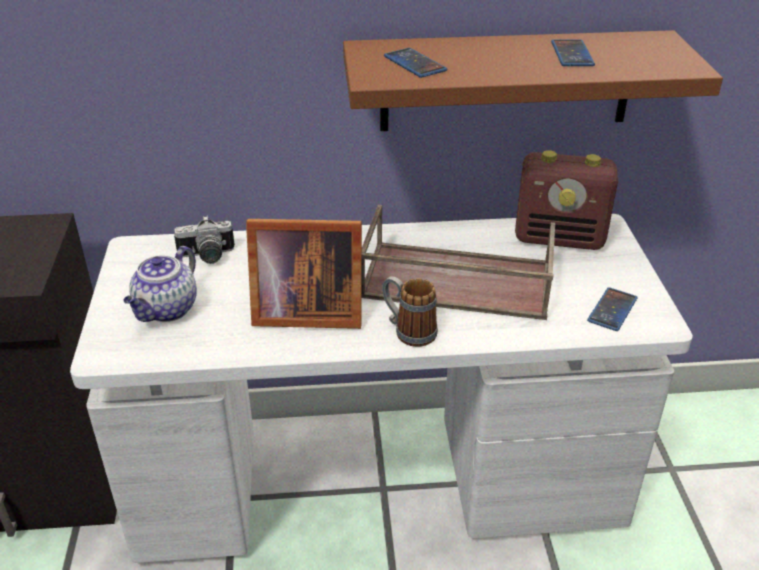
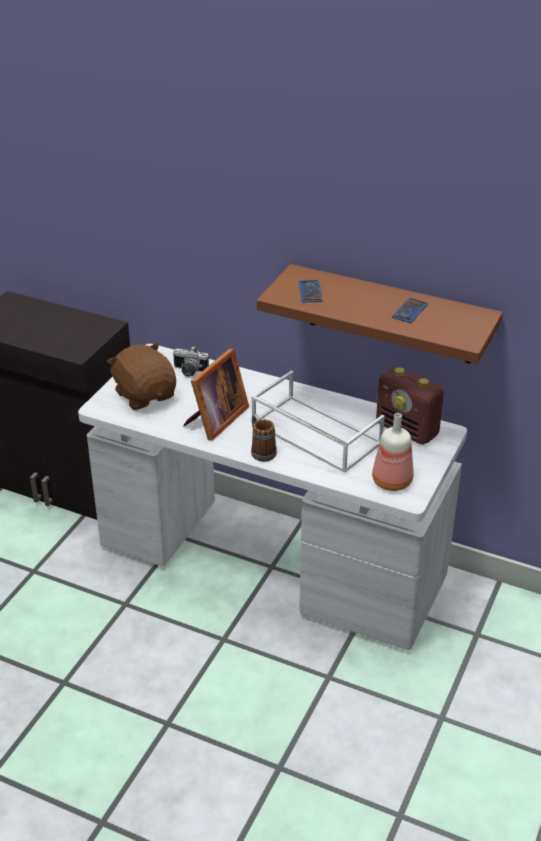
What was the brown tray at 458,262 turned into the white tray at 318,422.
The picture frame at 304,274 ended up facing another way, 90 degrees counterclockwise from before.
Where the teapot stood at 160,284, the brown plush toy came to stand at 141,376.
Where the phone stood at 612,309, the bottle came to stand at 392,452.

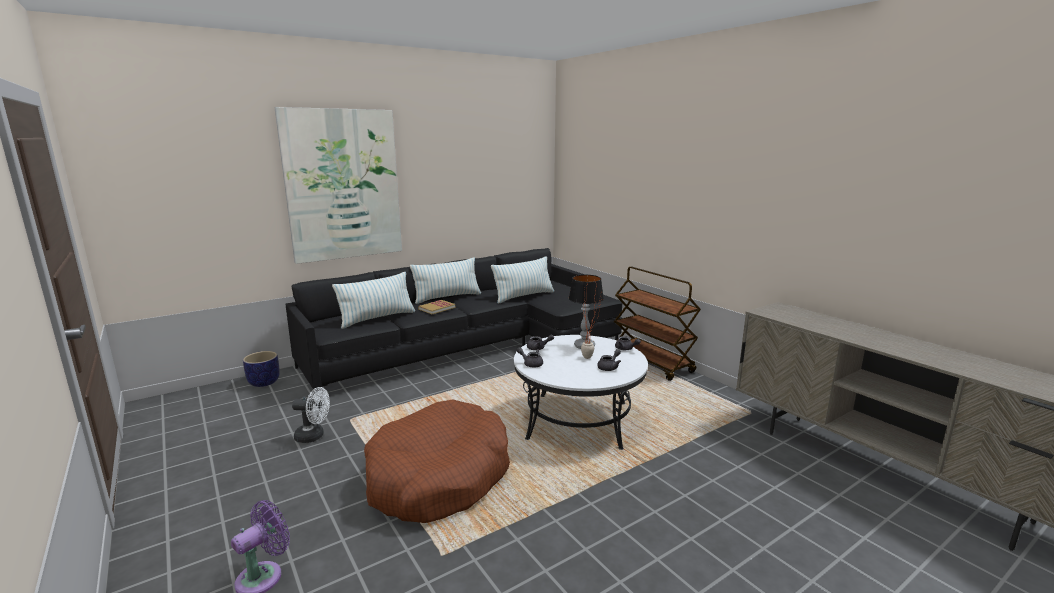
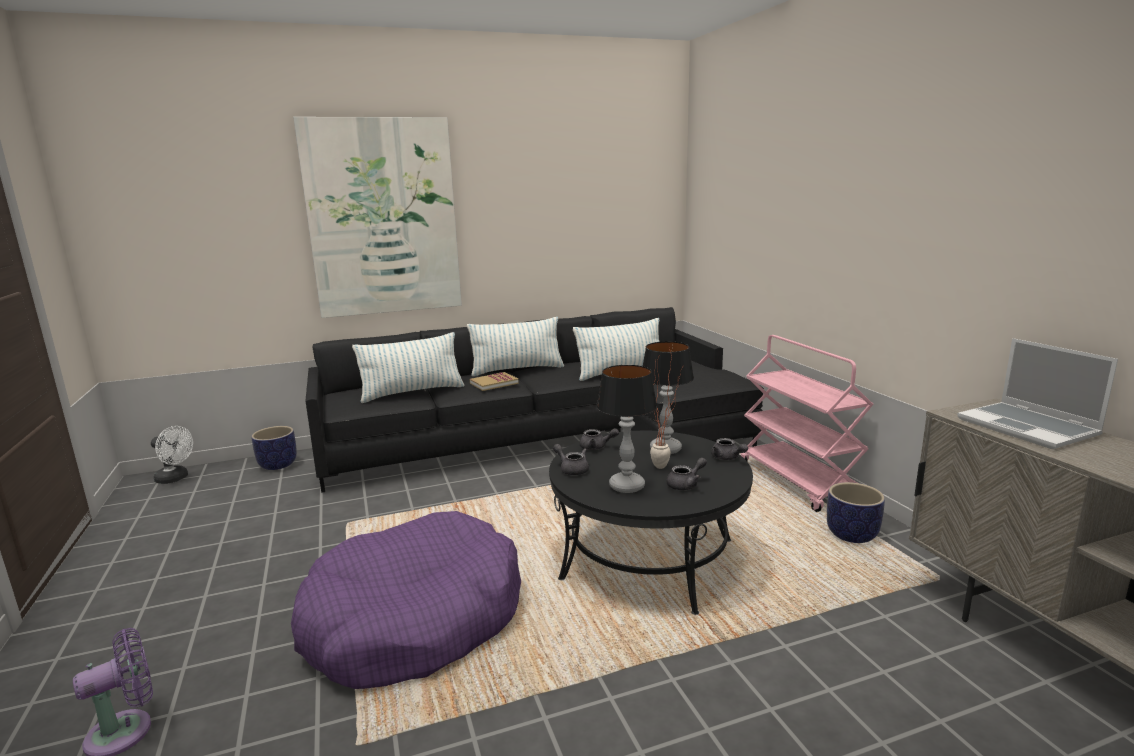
What was the brown cart at 657,324 turned into the pink cart at 807,423.
What was the white coffee table at 581,392 turned into the black coffee table at 651,523.
The white fan ended up elsewhere, having gone from 311,415 to 172,455.
What was the brown dog bed at 437,461 turned into the purple dog bed at 406,600.
The second view gained the laptop at 1037,393.
The second view gained the table lamp at 627,429.
The second view gained the planter at 856,512.

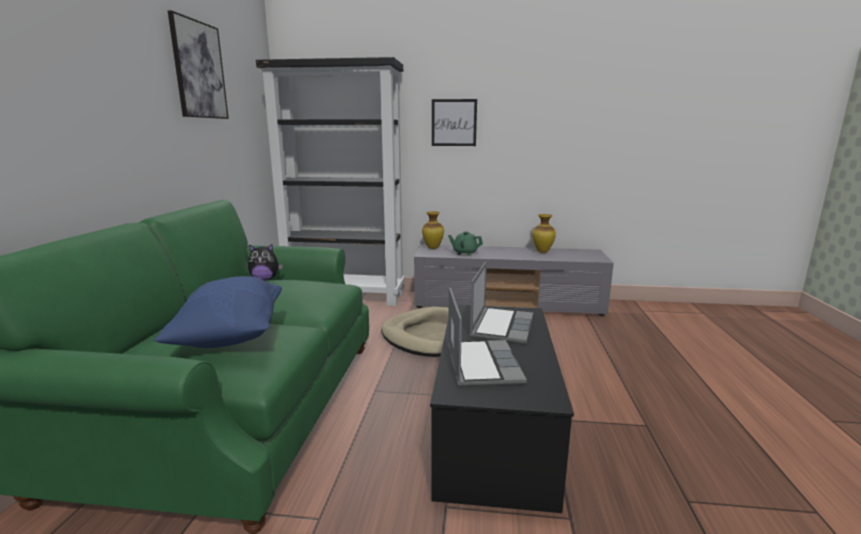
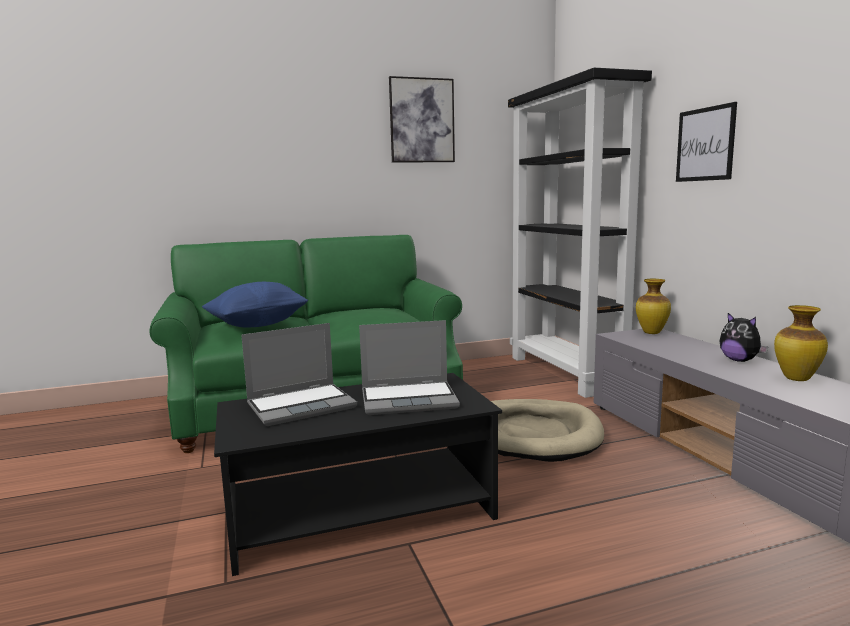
The second view lost the green teapot at 465,243.
The plush toy ended up elsewhere, having gone from 265,262 to 743,337.

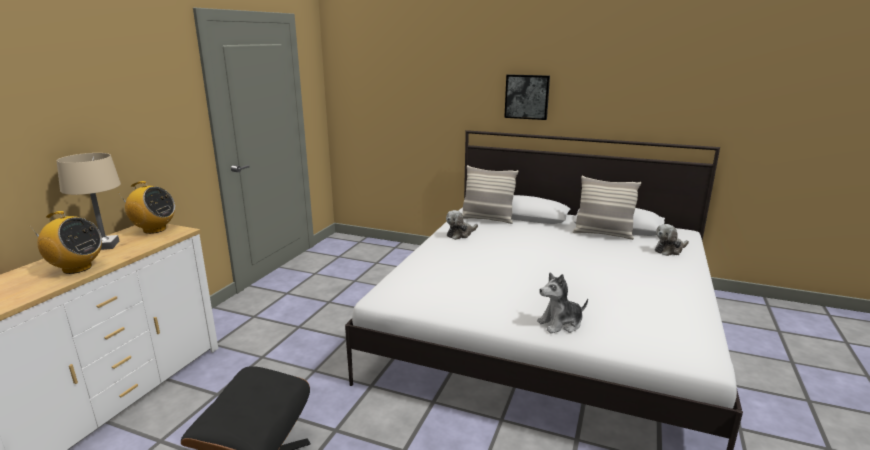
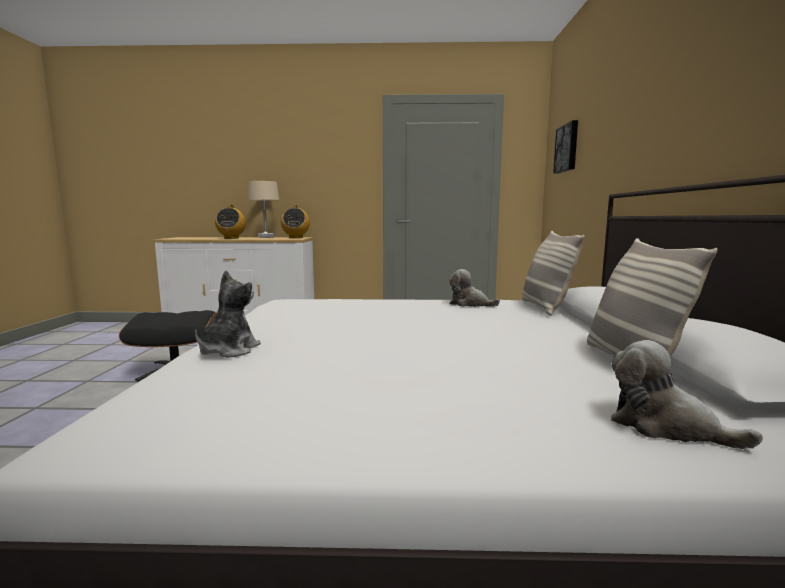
The picture ended up elsewhere, having gone from 527,97 to 565,147.
The plush toy at 562,303 ended up facing another way, 60 degrees clockwise from before.

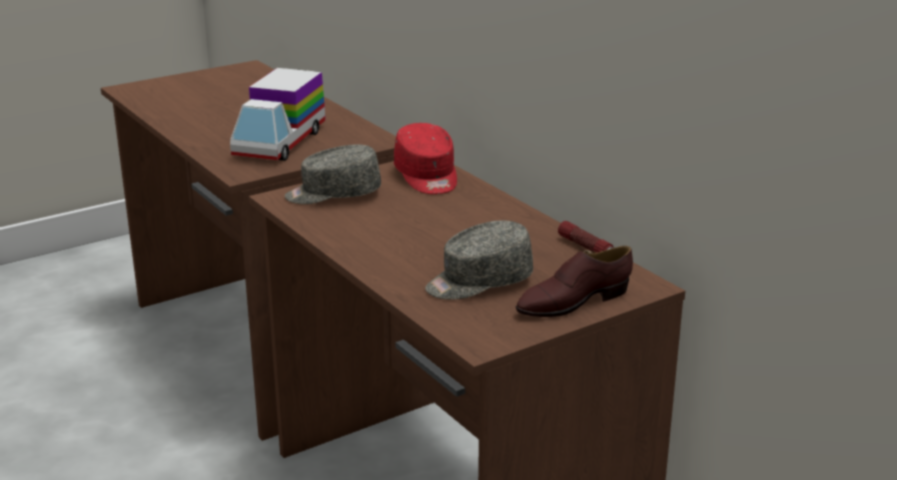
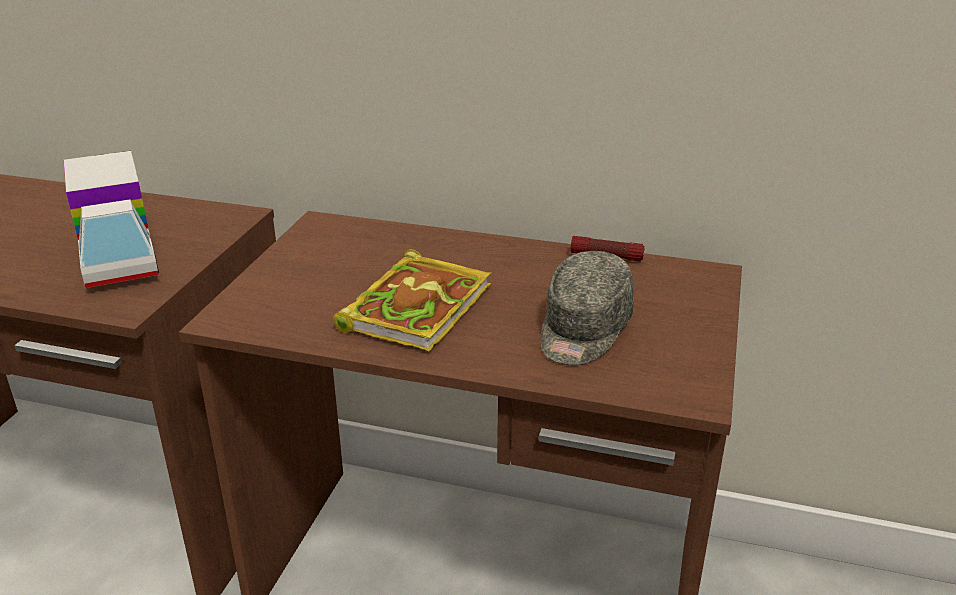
The second view lost the red cap at 425,158.
The second view lost the grey cap at 333,174.
The second view lost the brown shoe at 574,281.
The second view gained the book at 412,300.

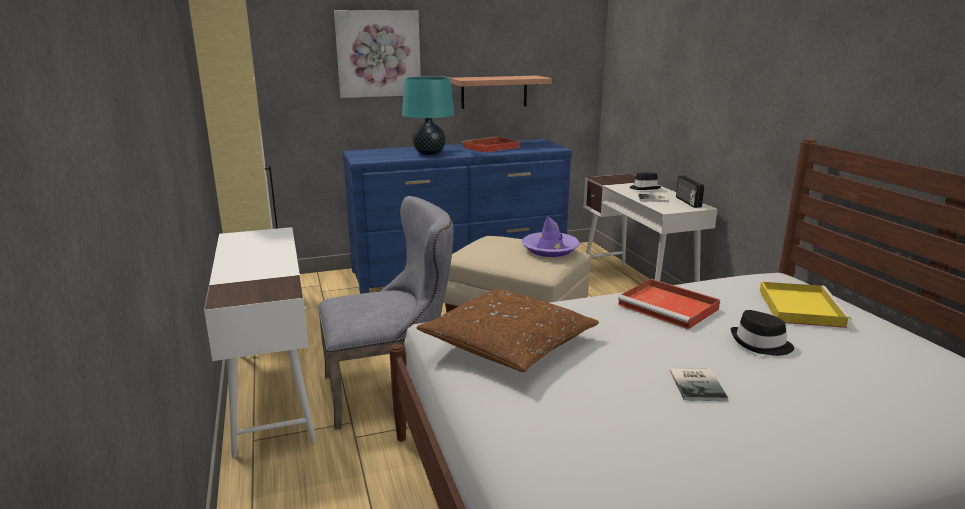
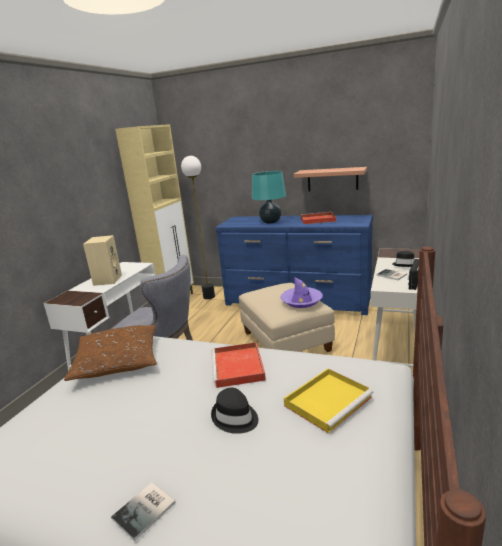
The second view lost the picture at 377,54.
The book ended up elsewhere, having gone from 699,384 to 143,512.
The second view gained the floor lamp at 198,227.
The second view gained the beige speaker at 102,260.

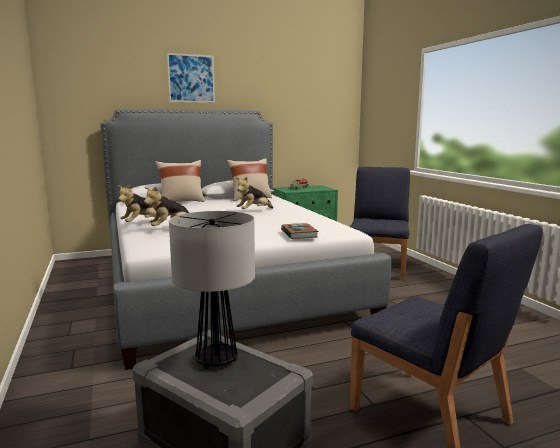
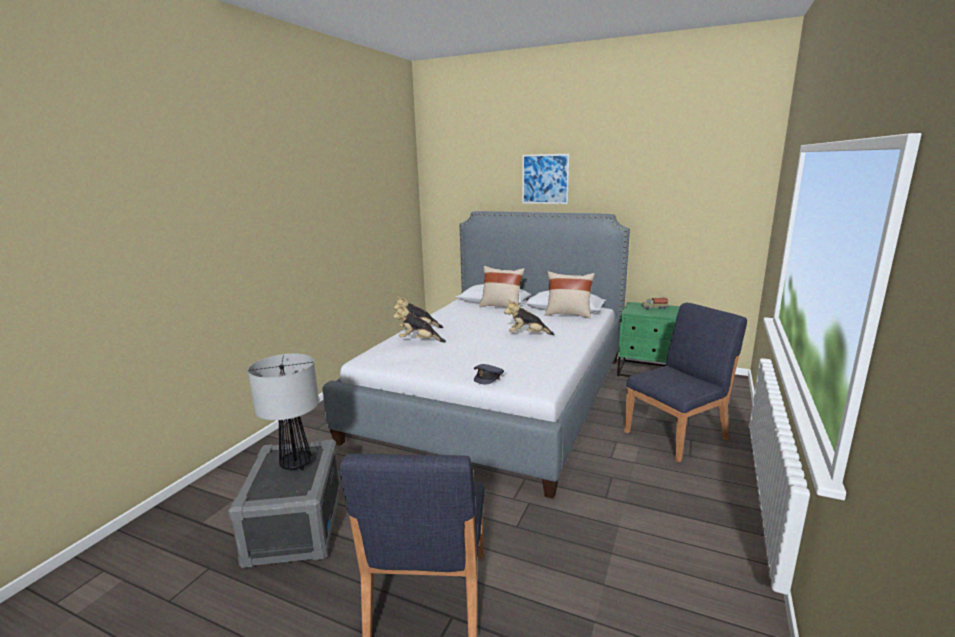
Where the book stood at 300,231, the grey cap came to stand at 489,374.

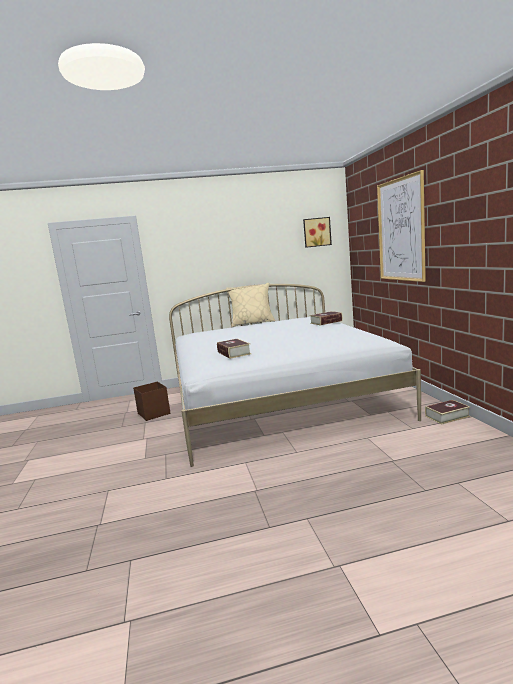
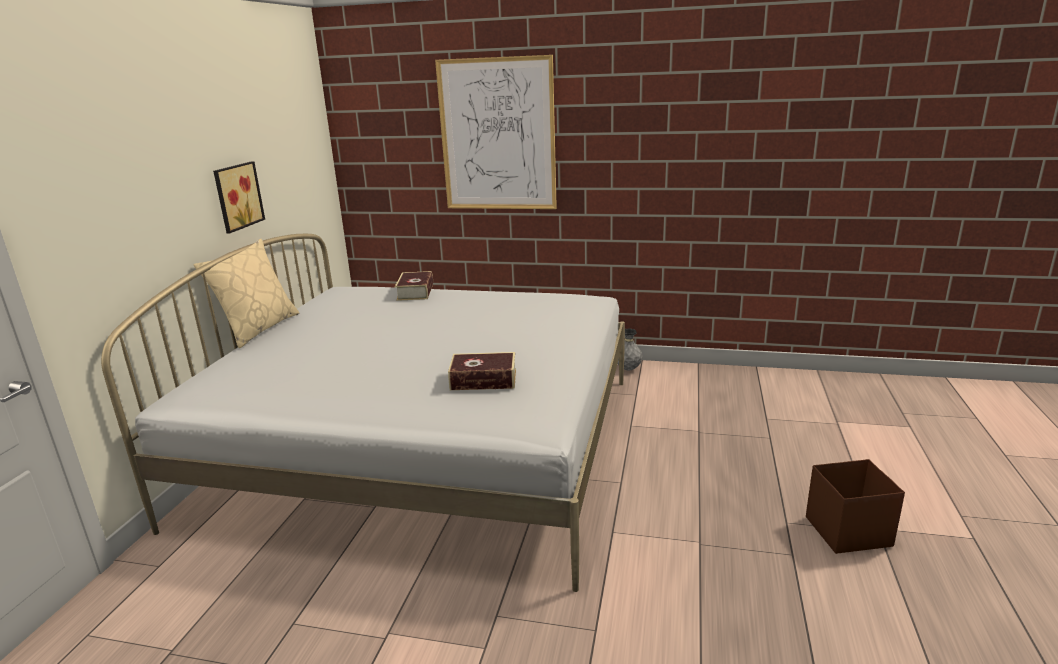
The picture ended up elsewhere, having gone from 317,232 to 239,197.
The brown storage box ended up elsewhere, having gone from 151,401 to 855,506.
Where the book stood at 447,412, the grey vase came to stand at 630,349.

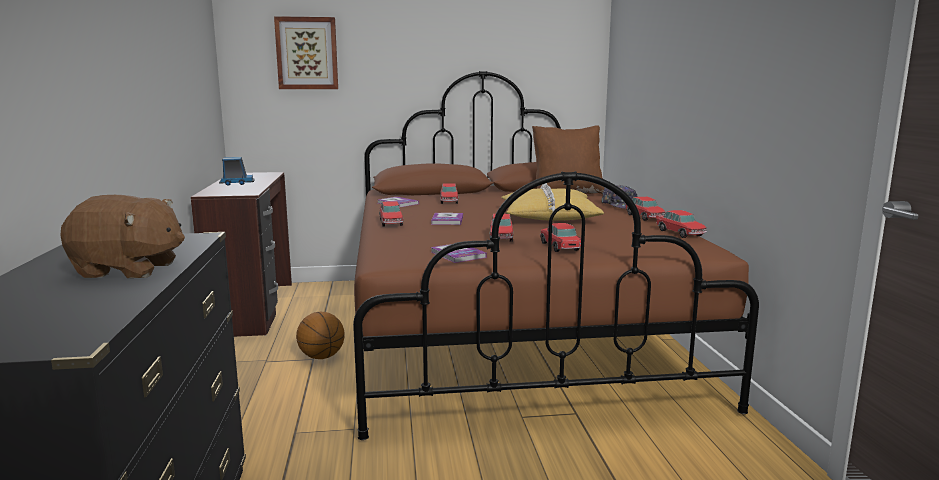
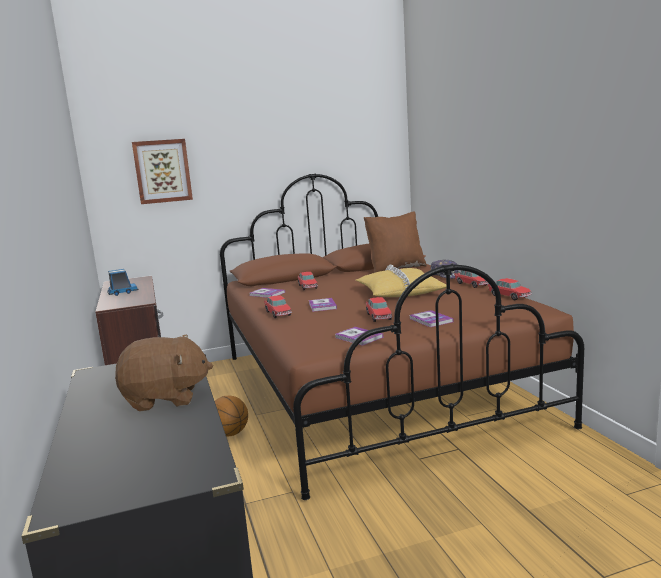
Where the toy car stood at 560,237, the book came to stand at 432,318.

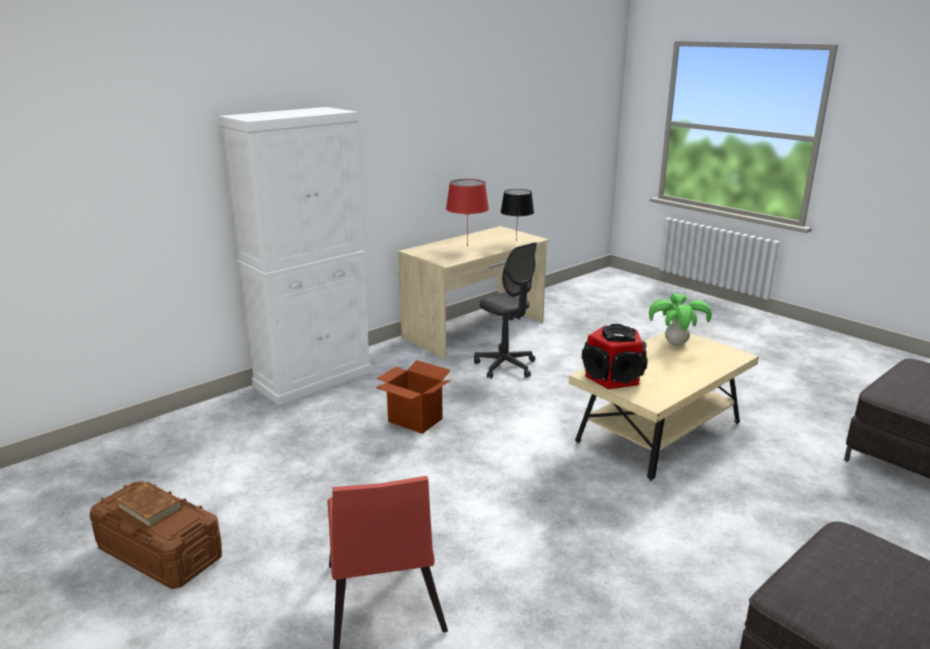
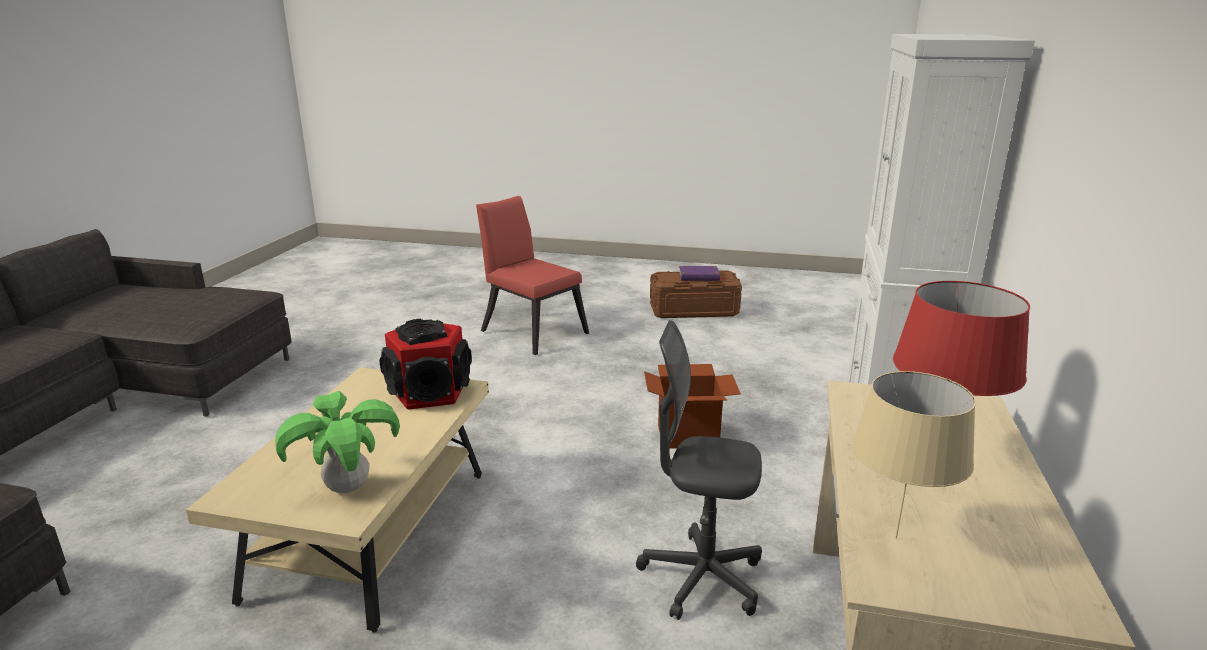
What was the black table lamp at 517,215 turned into the beige table lamp at 914,455.
What was the brown book at 149,505 turned into the purple book at 701,273.

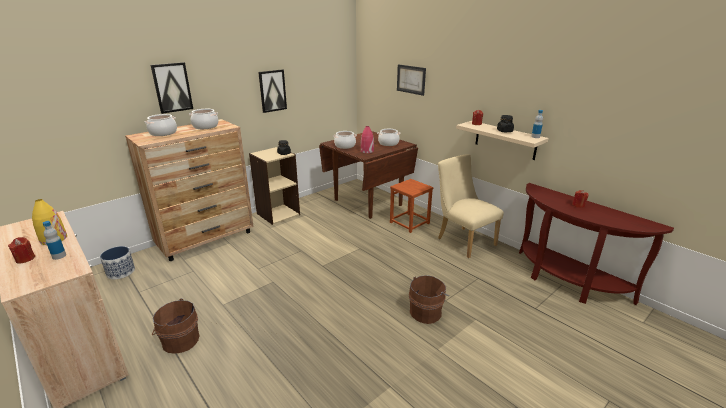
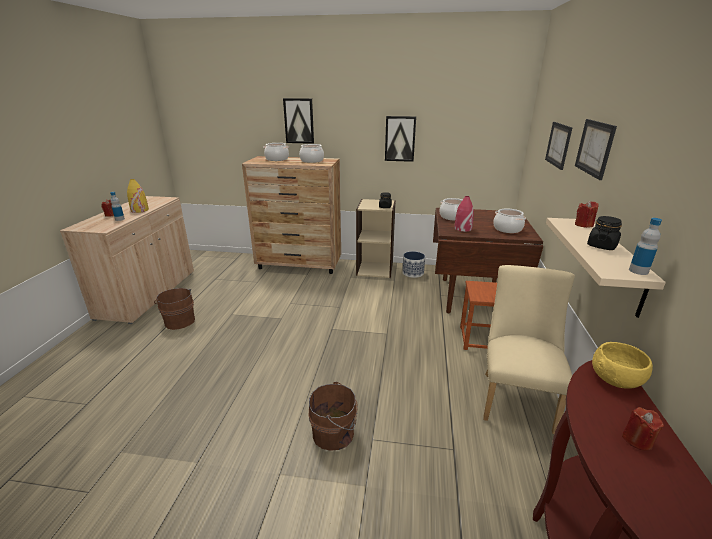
The planter ended up elsewhere, having gone from 117,262 to 413,264.
The second view gained the picture at 596,149.
The second view gained the yellow bowl at 622,365.

